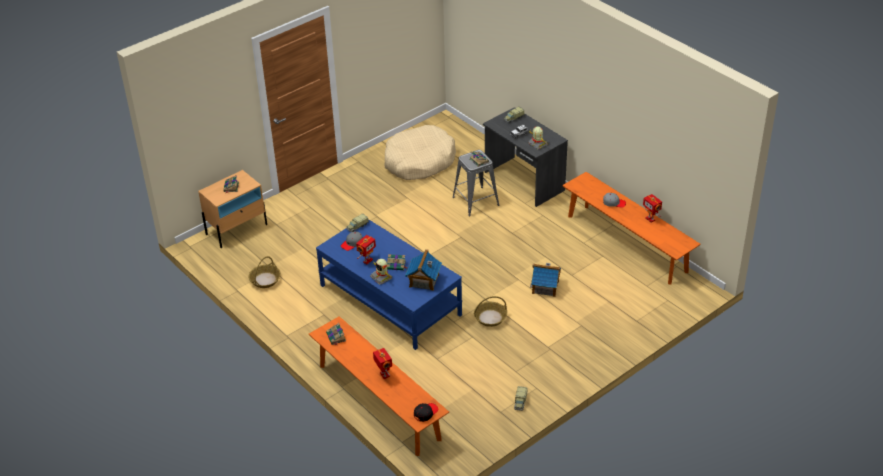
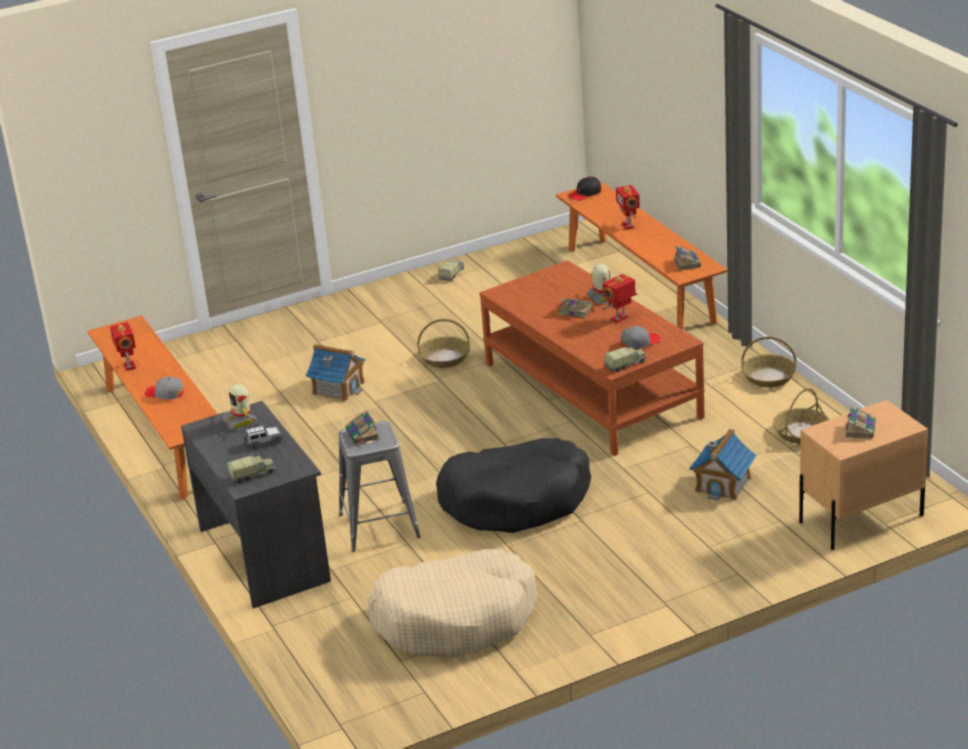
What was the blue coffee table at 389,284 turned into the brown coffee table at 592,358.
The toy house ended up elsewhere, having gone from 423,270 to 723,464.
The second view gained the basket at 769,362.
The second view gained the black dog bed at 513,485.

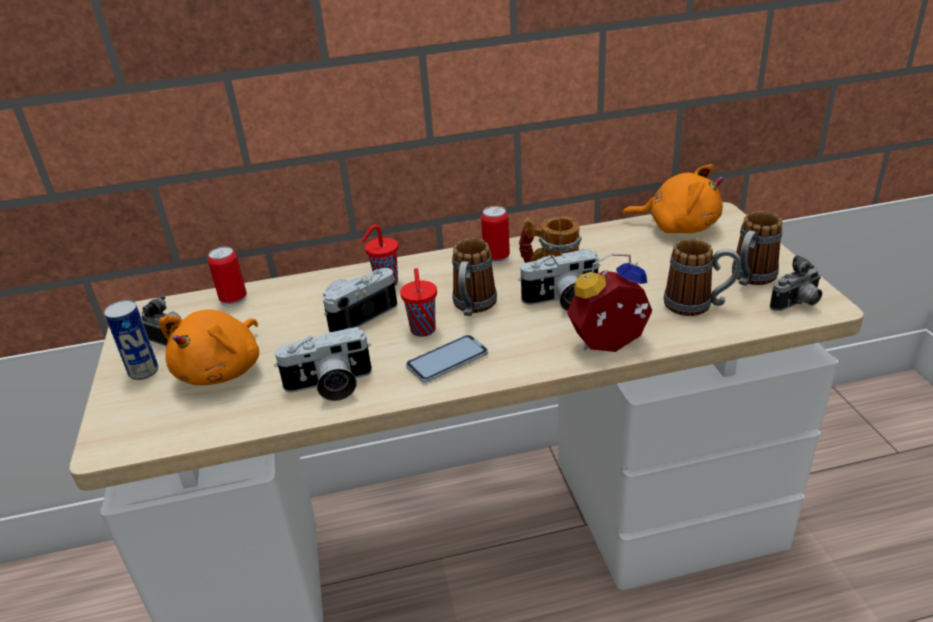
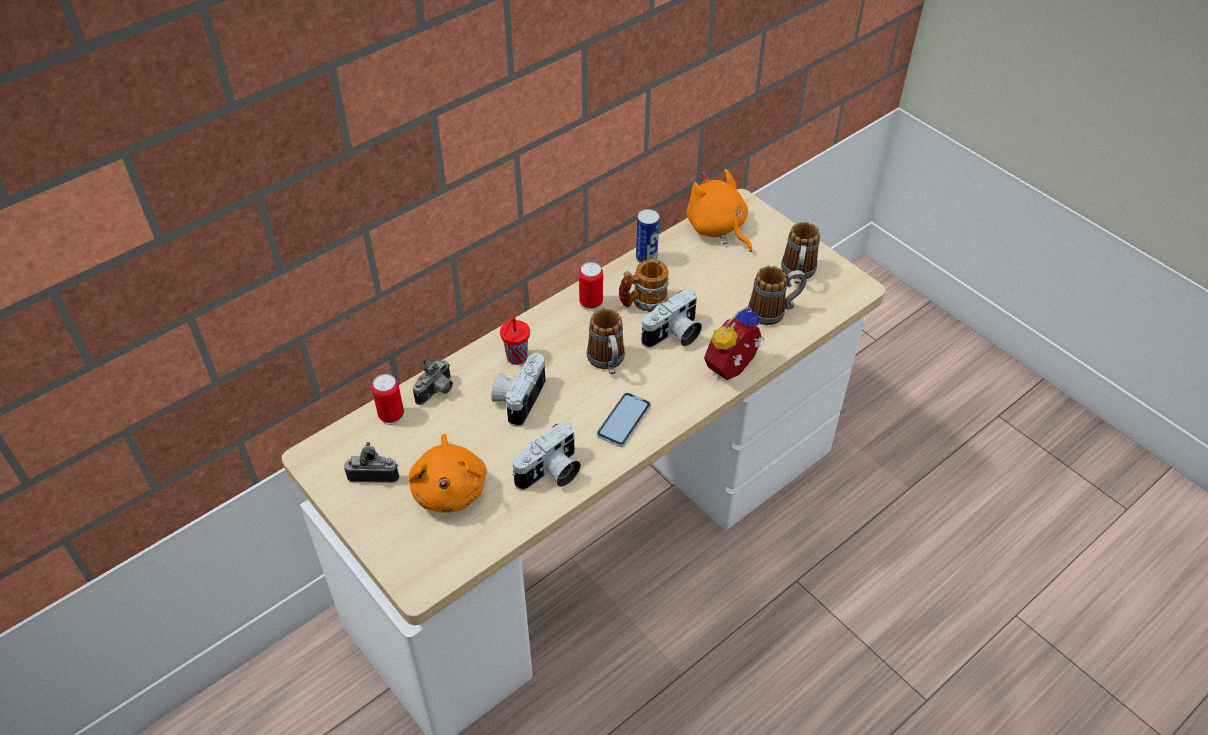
The orange plush toy at 672,198 ended up facing another way, 120 degrees counterclockwise from before.
The photo camera ended up elsewhere, having gone from 796,283 to 433,381.
The second view lost the red cup at 418,302.
The can ended up elsewhere, having gone from 131,340 to 648,236.

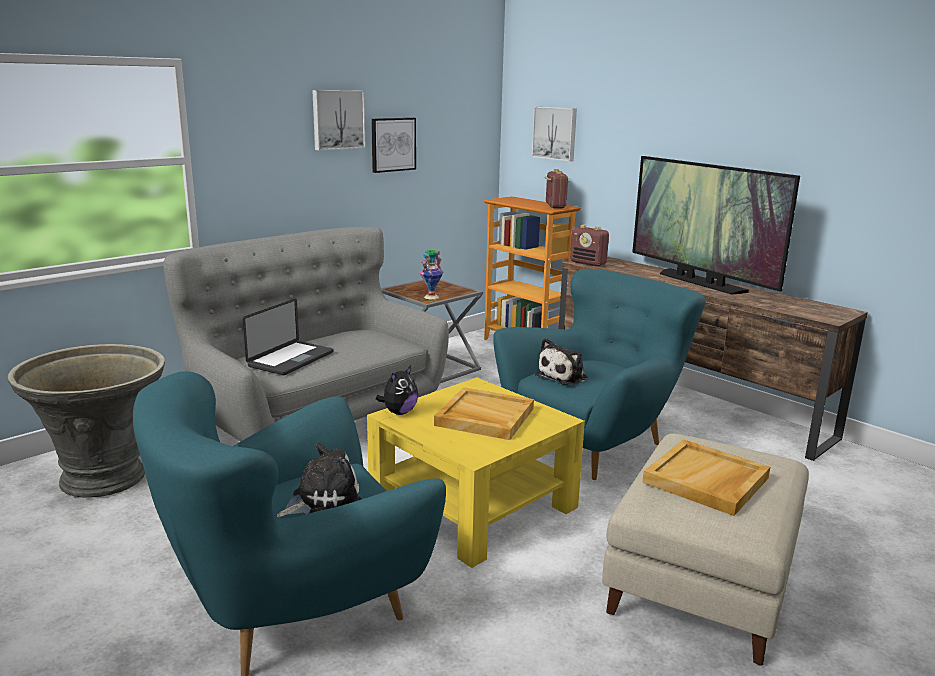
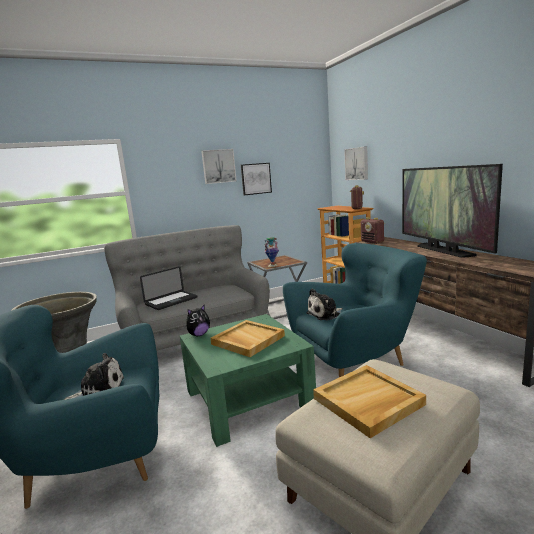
What was the yellow coffee table at 476,472 turned into the green coffee table at 248,380.

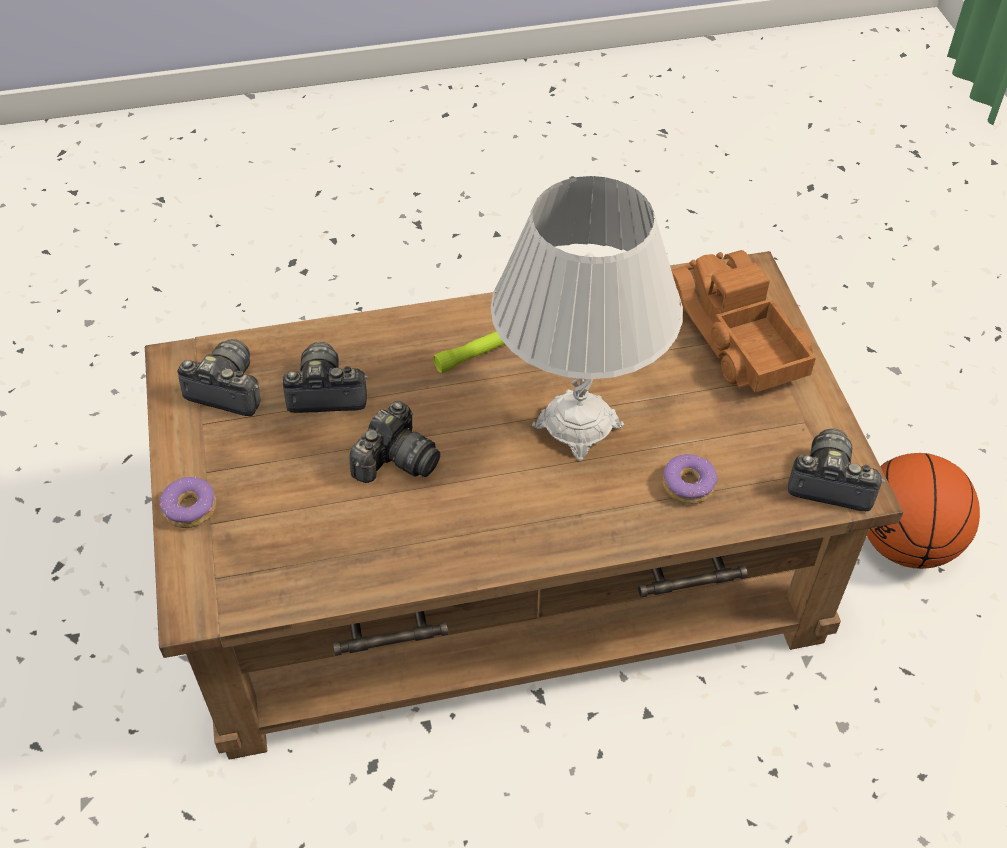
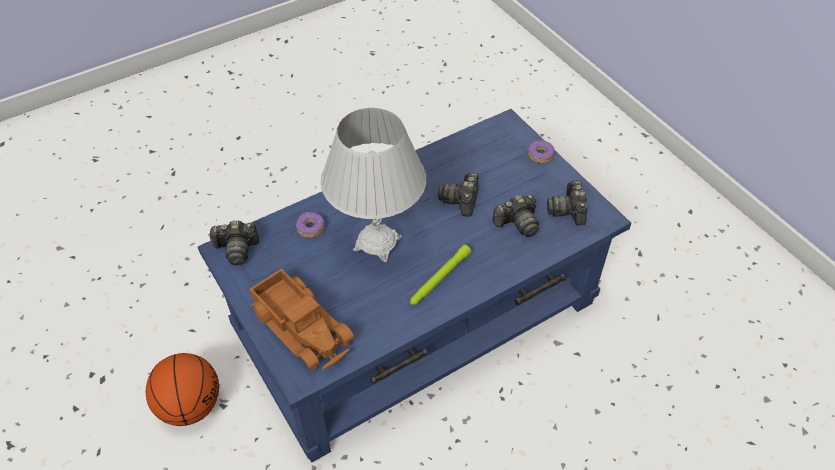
What was the brown coffee table at 524,505 turned into the blue coffee table at 414,286.
The photo camera at 219,377 ended up facing another way, 90 degrees clockwise from before.

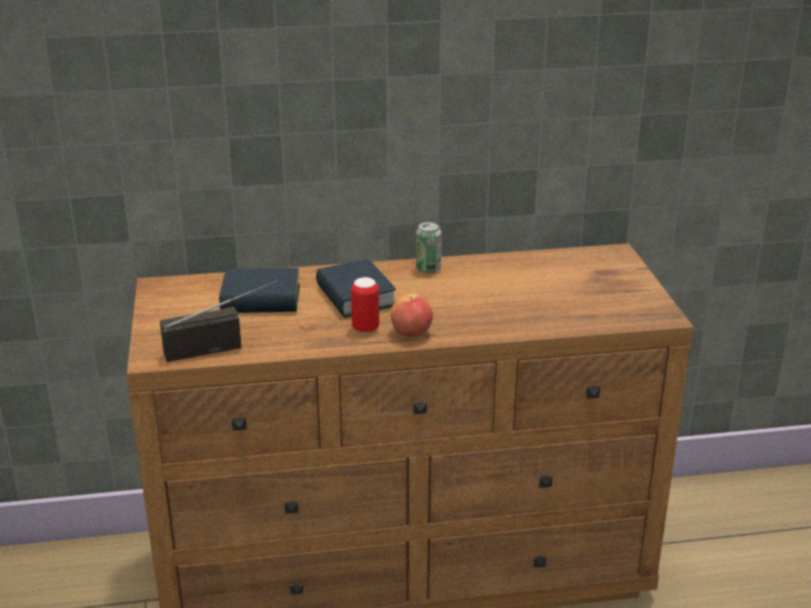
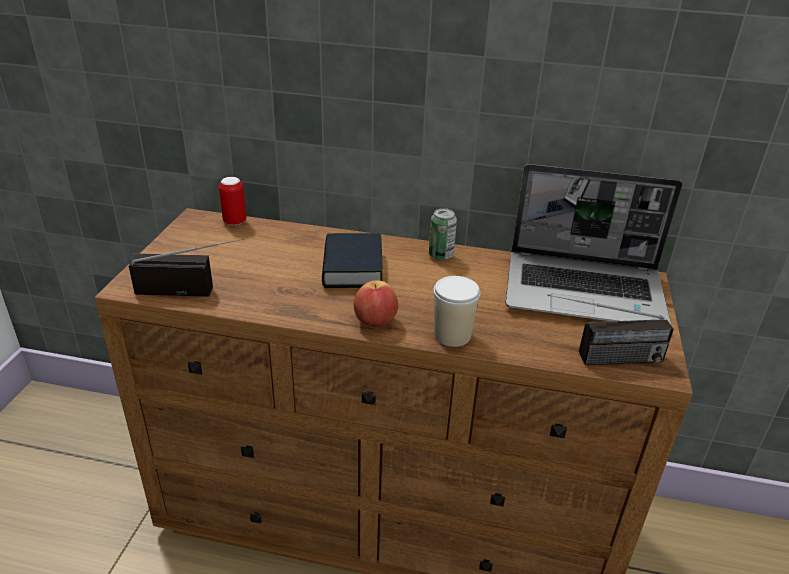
The second view lost the book at 259,290.
The can ended up elsewhere, having gone from 365,305 to 232,201.
The second view gained the laptop at 594,244.
The second view gained the cup at 456,311.
The second view gained the radio at 611,329.

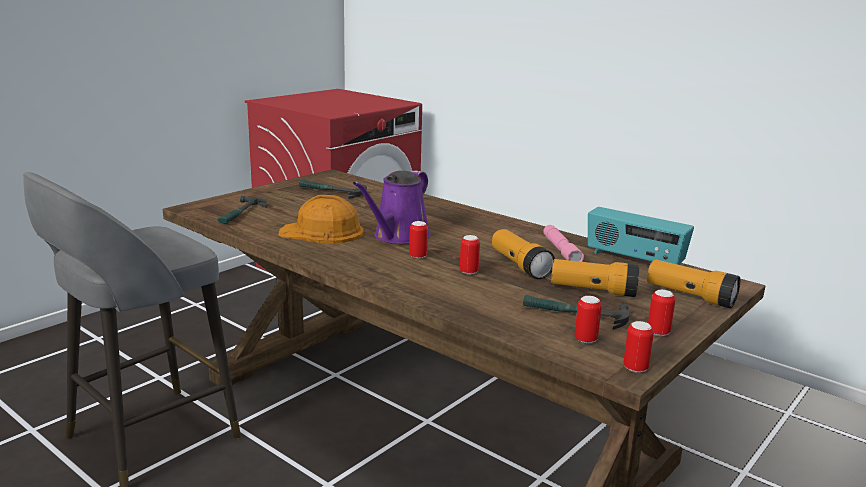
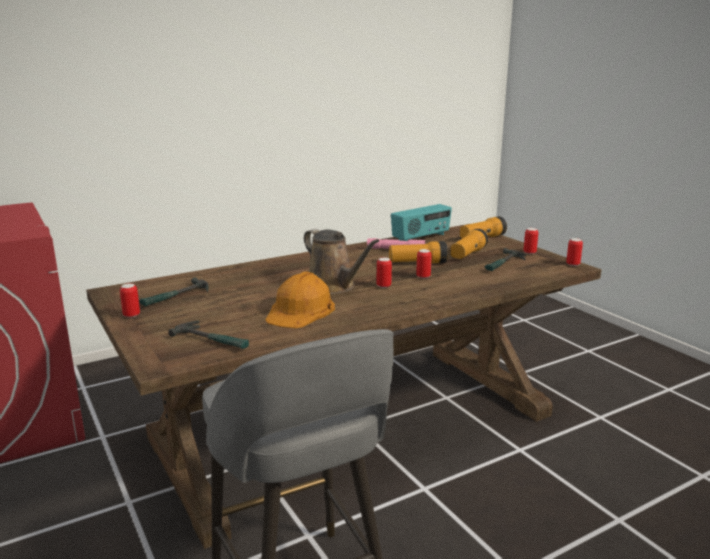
What was the purple watering can at 392,207 turned into the brown watering can at 341,261.
The can ended up elsewhere, having gone from 588,319 to 130,300.

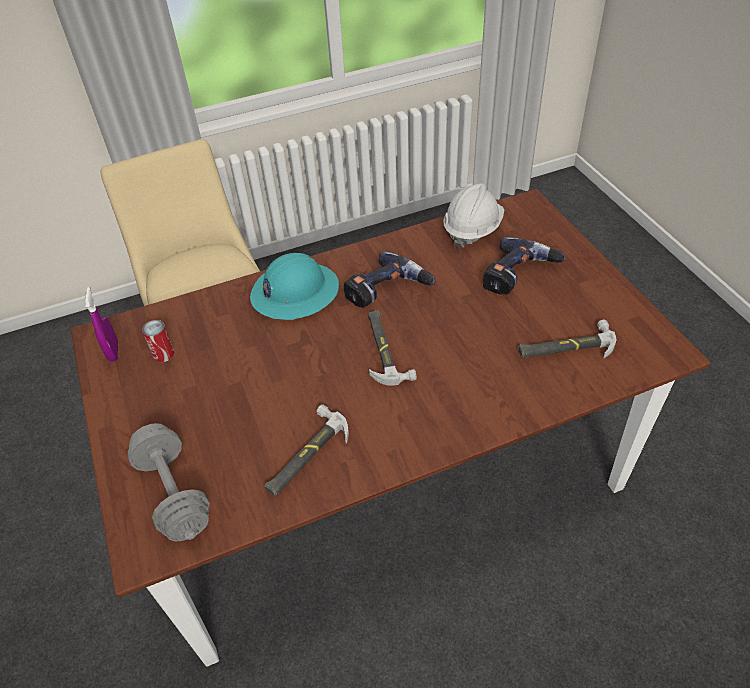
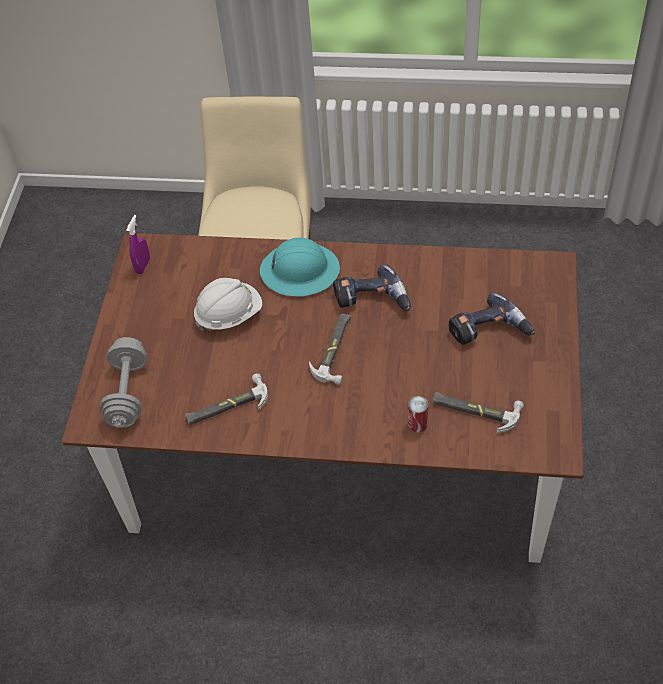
The white hard hat ended up elsewhere, having gone from 473,215 to 228,304.
The can ended up elsewhere, having gone from 158,341 to 418,414.

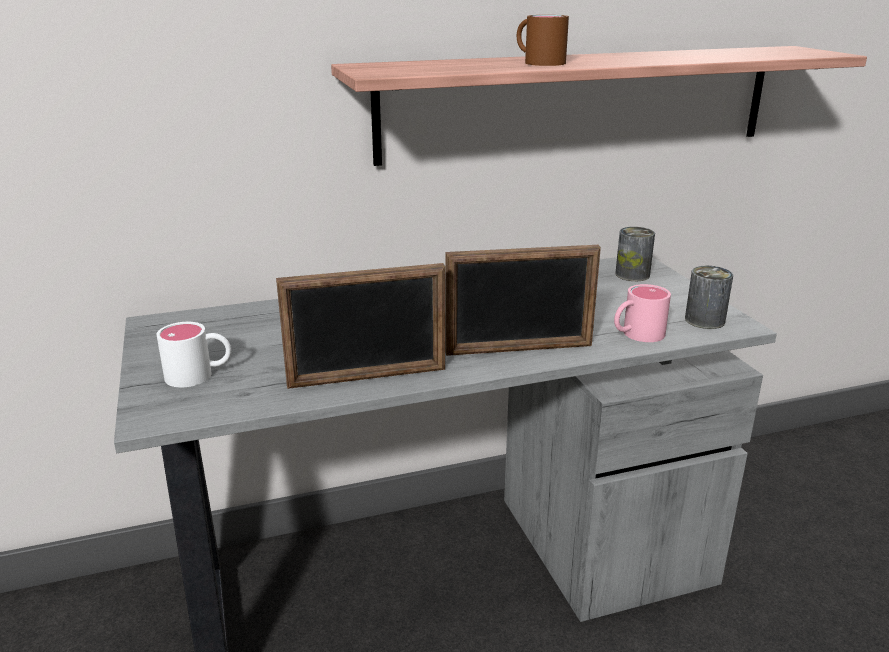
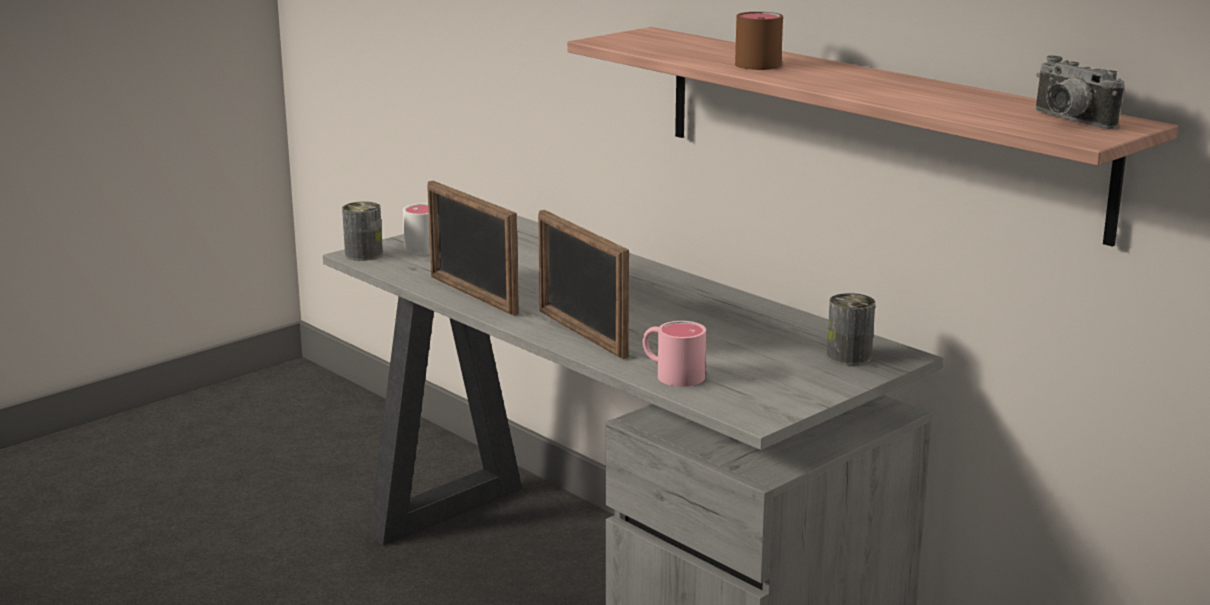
The can ended up elsewhere, having gone from 709,297 to 362,231.
The second view gained the photo camera at 1079,92.

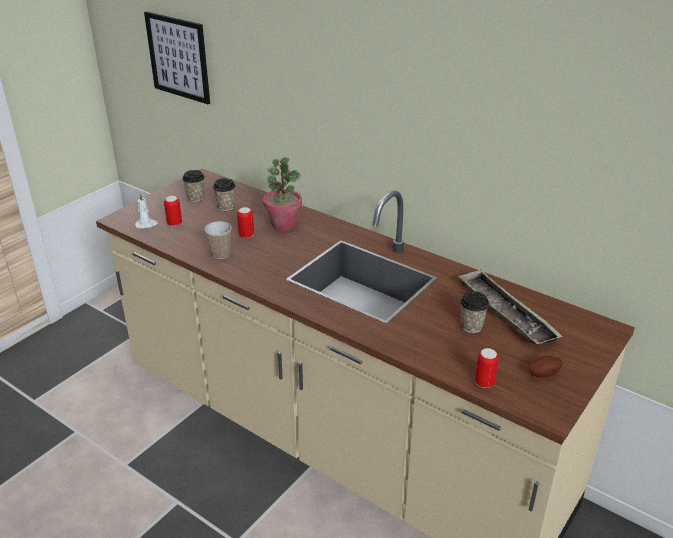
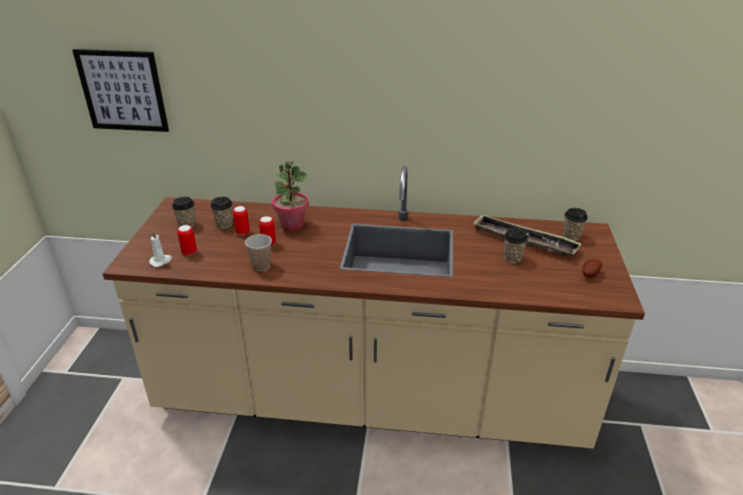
The can ended up elsewhere, having gone from 487,368 to 241,220.
The second view gained the cup at 575,224.

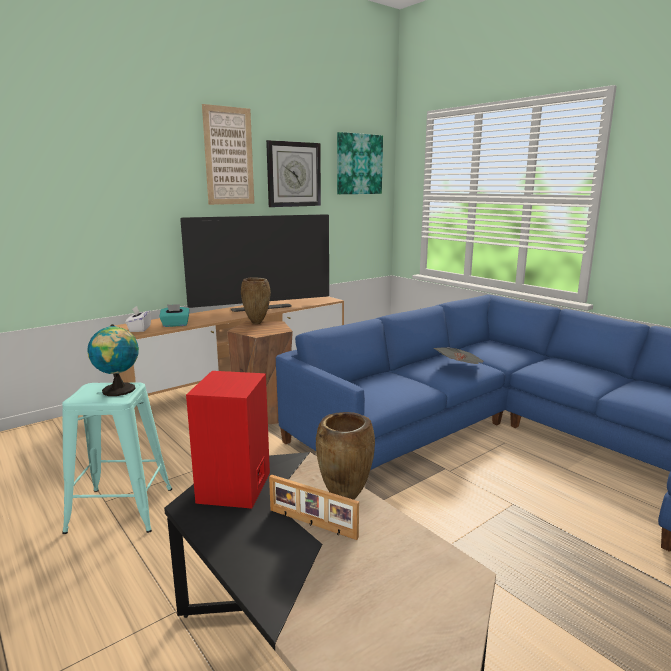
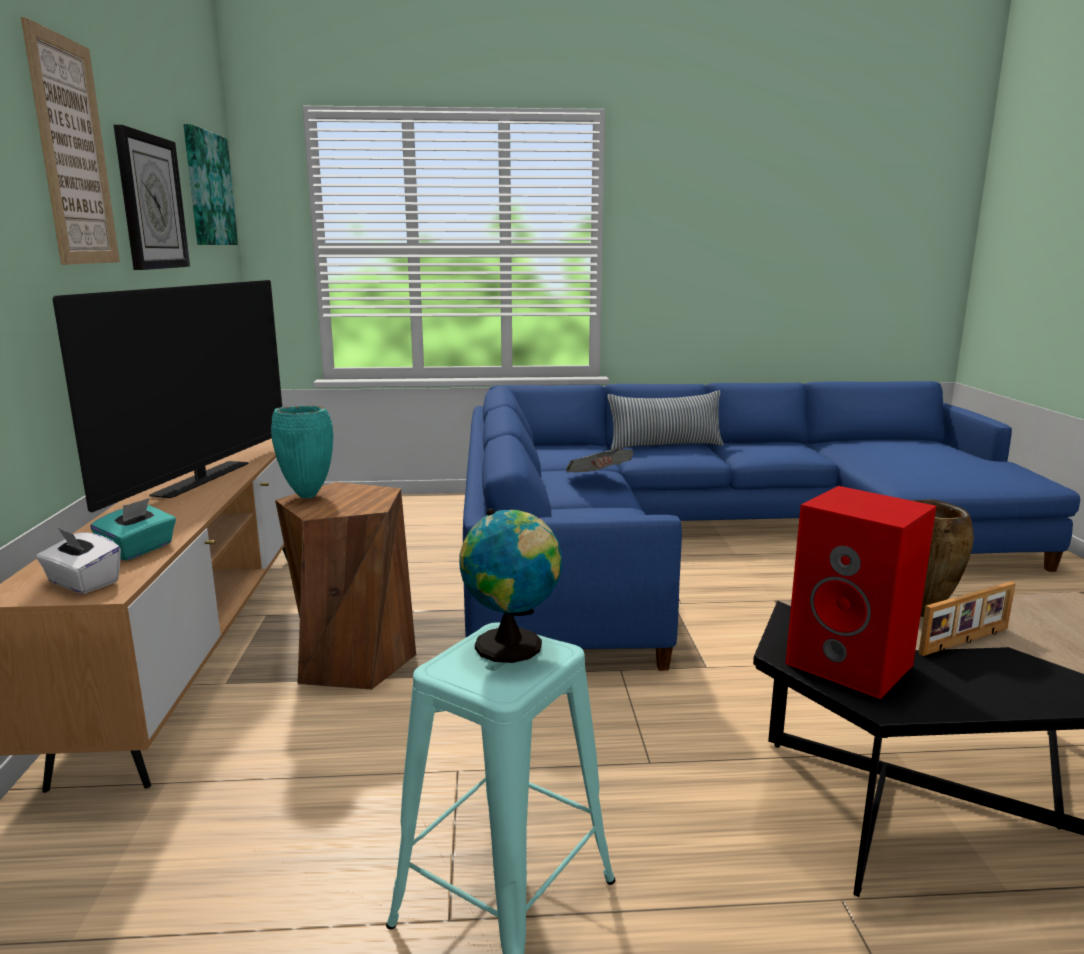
What was the brown vase at 256,300 turned into the turquoise vase at 302,451.
The second view gained the pillow at 665,420.

